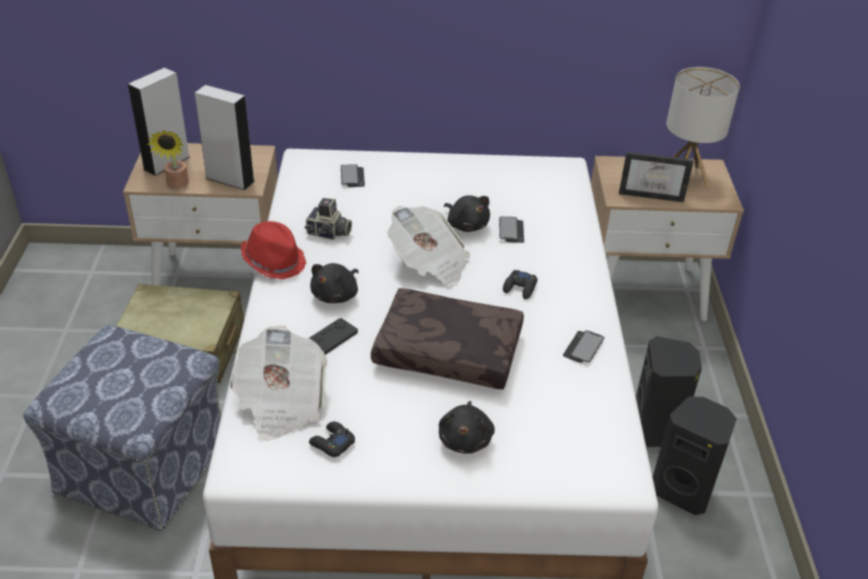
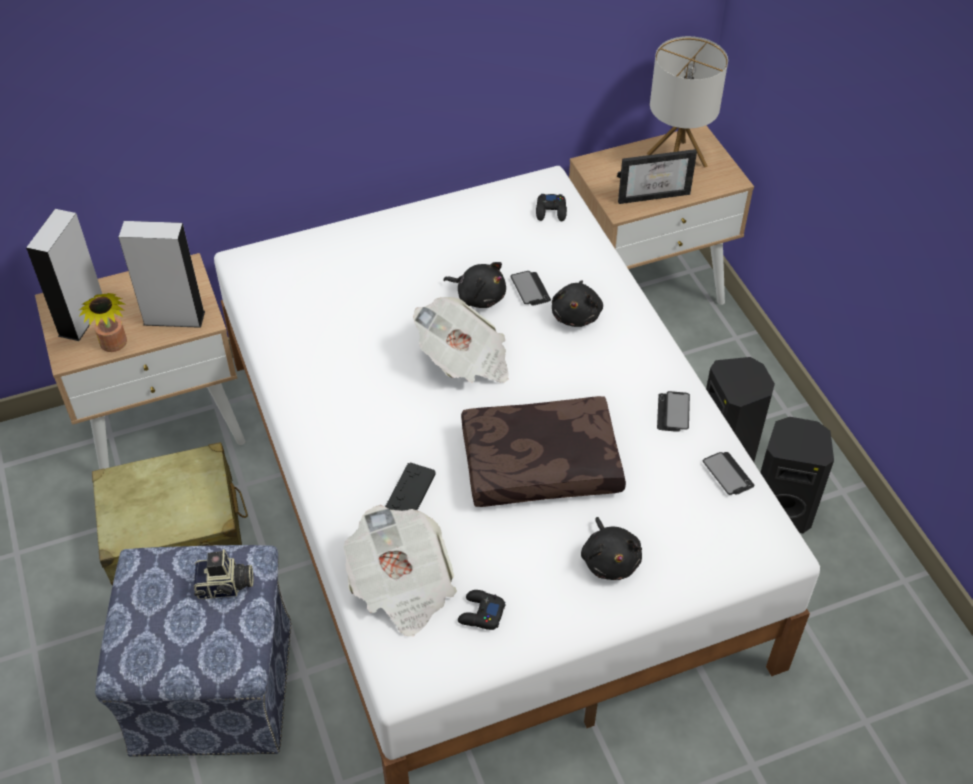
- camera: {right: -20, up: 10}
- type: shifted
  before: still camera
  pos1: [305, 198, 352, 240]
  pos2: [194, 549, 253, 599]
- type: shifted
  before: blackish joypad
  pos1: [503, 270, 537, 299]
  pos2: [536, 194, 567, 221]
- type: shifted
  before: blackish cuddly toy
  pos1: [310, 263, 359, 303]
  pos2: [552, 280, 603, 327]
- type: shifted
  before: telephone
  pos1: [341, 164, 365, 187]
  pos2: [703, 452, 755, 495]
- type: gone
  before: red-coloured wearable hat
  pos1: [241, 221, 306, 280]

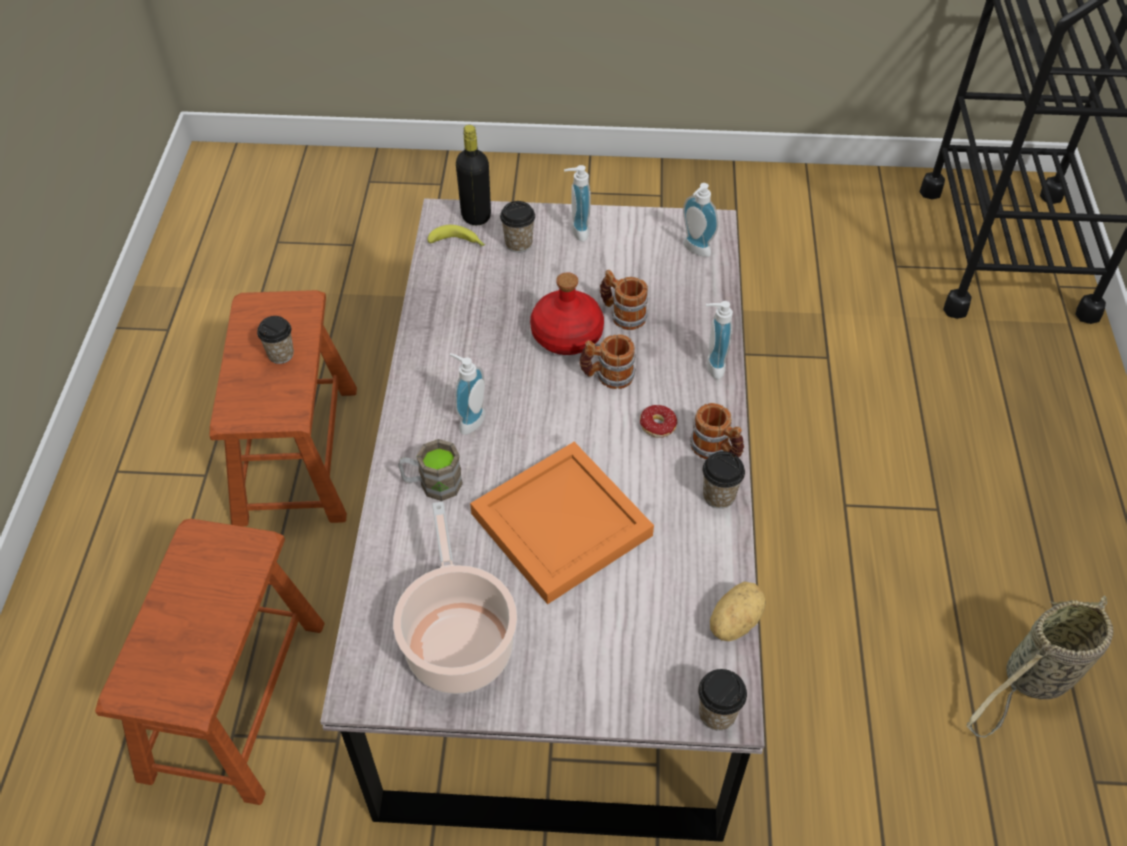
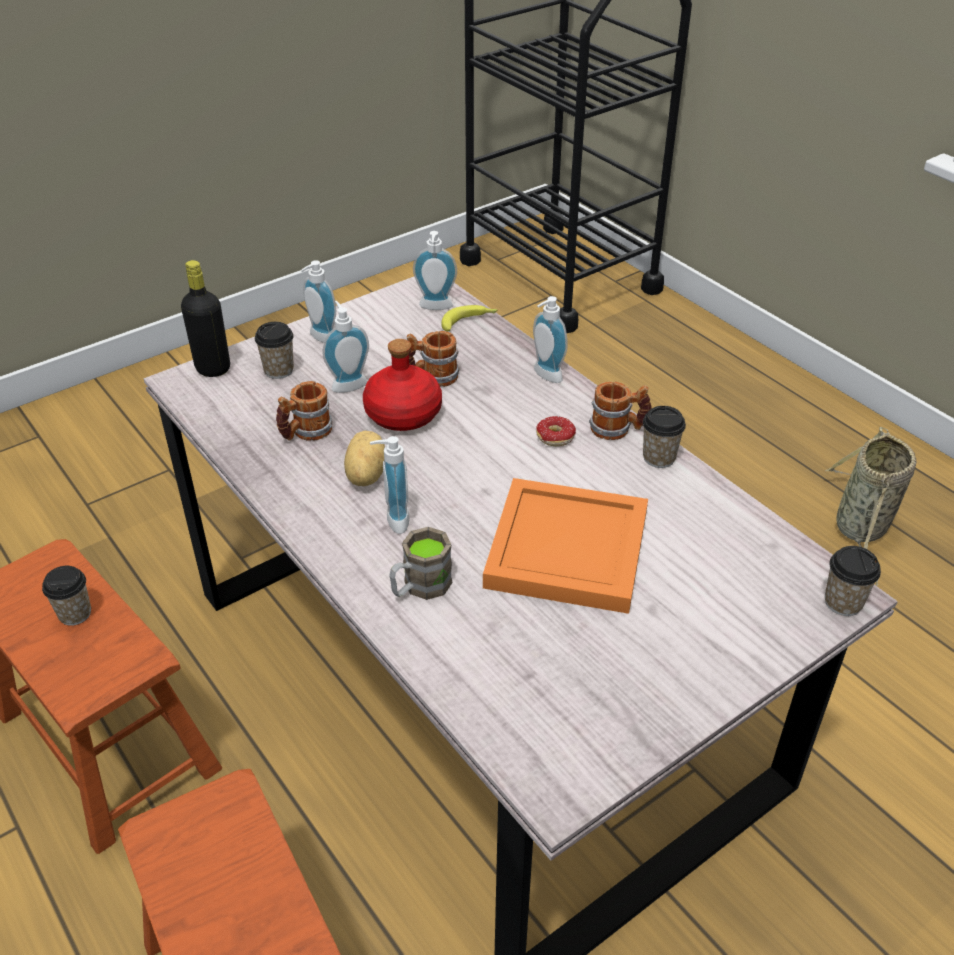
- camera: {right: -40, up: -10}
- type: shifted
  before: tea mug
  pos1: [580, 334, 636, 389]
  pos2: [276, 381, 332, 441]
- type: new
  after: soap bottle
  pos2: [322, 301, 369, 393]
- type: shifted
  before: spud
  pos1: [710, 582, 766, 641]
  pos2: [344, 431, 385, 486]
- type: shifted
  before: banana
  pos1: [427, 225, 485, 246]
  pos2: [441, 305, 498, 332]
- type: gone
  before: stockpot
  pos1: [393, 501, 517, 694]

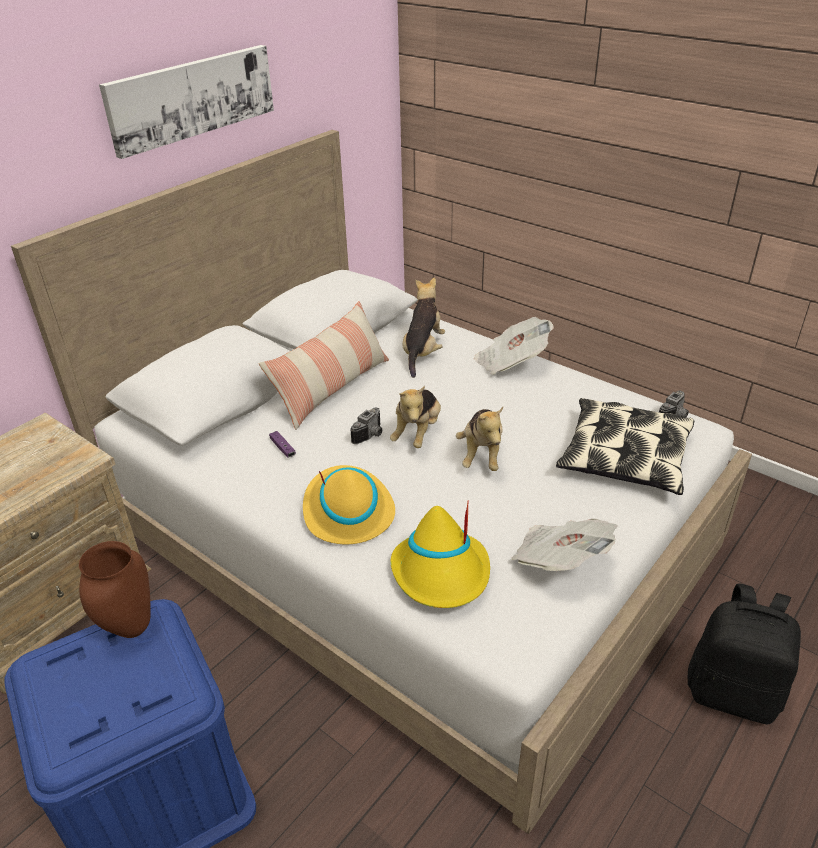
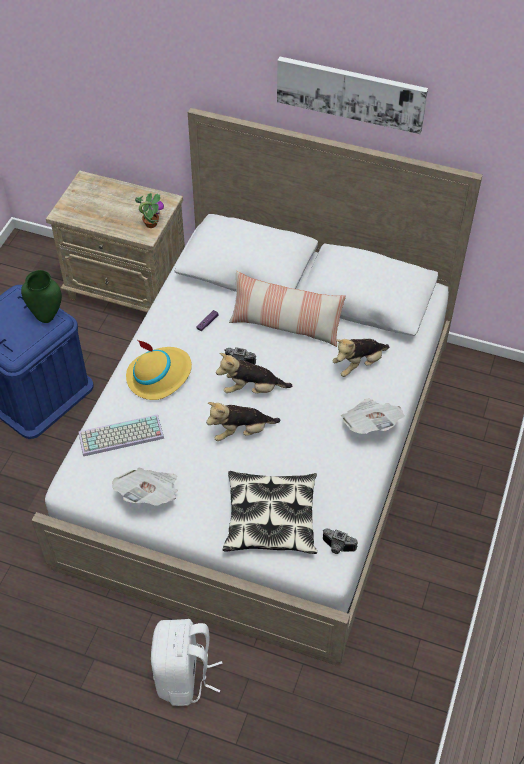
- camera: {right: 70, up: 15}
- type: repainted
  before: brownish flower vase
  after: green-coloured flower vase
  pos1: [79, 541, 151, 638]
  pos2: [21, 270, 62, 323]
- type: swapped
  before: yellow wearable hat
  after: keyboard
  pos1: [391, 500, 490, 608]
  pos2: [79, 414, 164, 456]
- type: new
  after: potted plant
  pos2: [135, 193, 164, 228]
- type: repainted
  before: blackish backpack
  after: white backpack
  pos1: [688, 583, 801, 724]
  pos2: [151, 619, 223, 706]
- type: rotated
  before: cuddly toy
  pos1: [402, 278, 445, 378]
  pos2: [333, 339, 389, 377]
  turn: 150

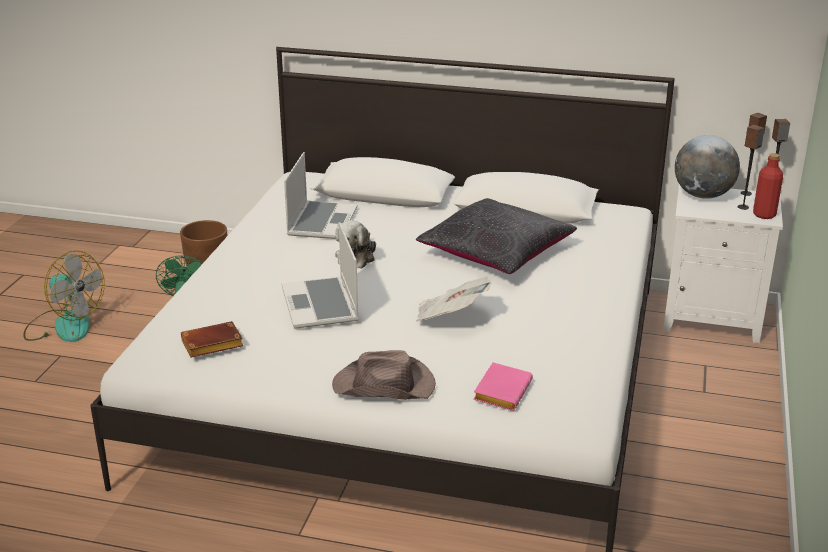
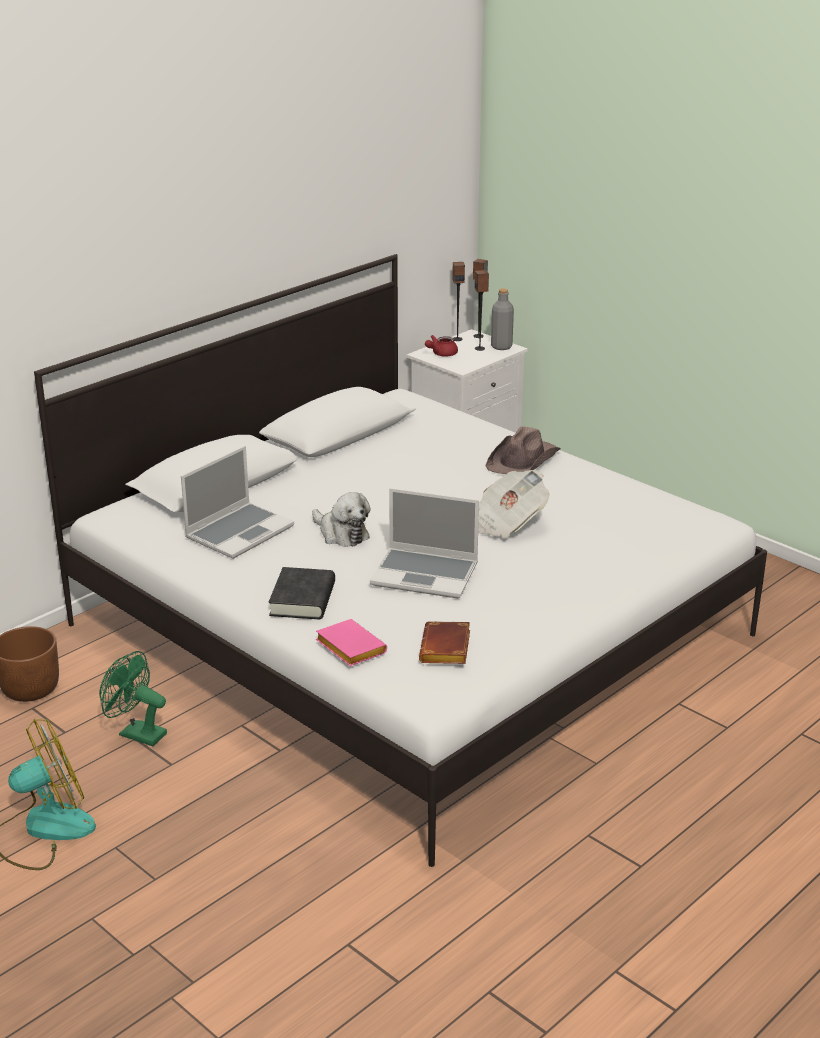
- camera: {right: -60, up: 0}
- type: rotated
  before: notebook computer
  pos1: [284, 152, 358, 239]
  pos2: [181, 446, 294, 559]
  turn: 90
- type: new
  after: blackish bound book
  pos2: [269, 567, 335, 619]
- type: shifted
  before: pink-coloured bound book
  pos1: [473, 362, 533, 411]
  pos2: [316, 619, 387, 666]
- type: swapped
  before: globe
  after: red-coloured tea pot
  pos1: [675, 135, 740, 199]
  pos2: [425, 335, 458, 357]
- type: shifted
  before: brownish wearable hat
  pos1: [332, 350, 436, 400]
  pos2: [485, 426, 561, 474]
- type: repainted
  before: red-coloured bottle
  after: greyish bottle
  pos1: [753, 153, 783, 219]
  pos2: [491, 288, 514, 350]
- type: gone
  before: blackish throw pillow
  pos1: [416, 198, 577, 274]

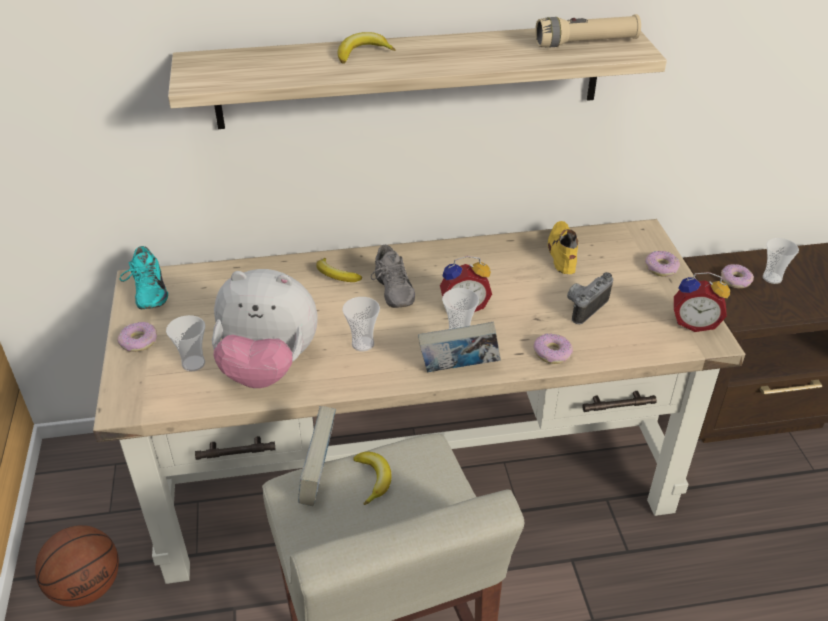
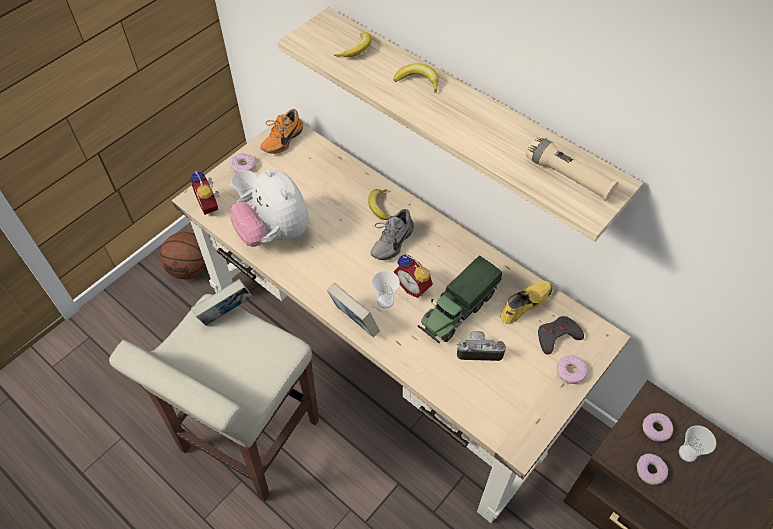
- camera: {right: 50, up: 15}
- type: shifted
  before: bedside clock
  pos1: [674, 272, 730, 332]
  pos2: [190, 171, 220, 215]
- type: repainted
  before: turquoise shoe
  after: orange shoe
  pos1: [120, 246, 168, 309]
  pos2: [260, 109, 303, 154]
- type: shifted
  before: banana
  pos1: [353, 452, 392, 505]
  pos2: [334, 32, 371, 57]
- type: new
  after: toy lorry
  pos2: [418, 256, 502, 343]
- type: new
  after: greyish joypad
  pos2: [538, 316, 584, 355]
- type: shifted
  before: donut
  pos1: [533, 333, 573, 364]
  pos2: [637, 454, 668, 485]
- type: gone
  before: cup
  pos1: [342, 297, 380, 351]

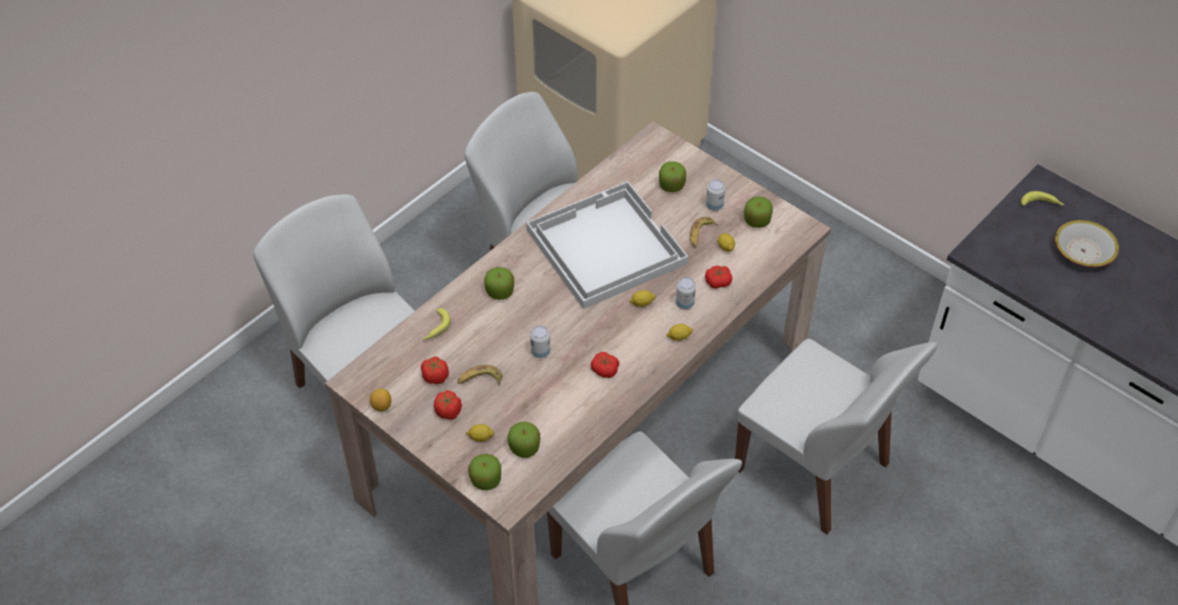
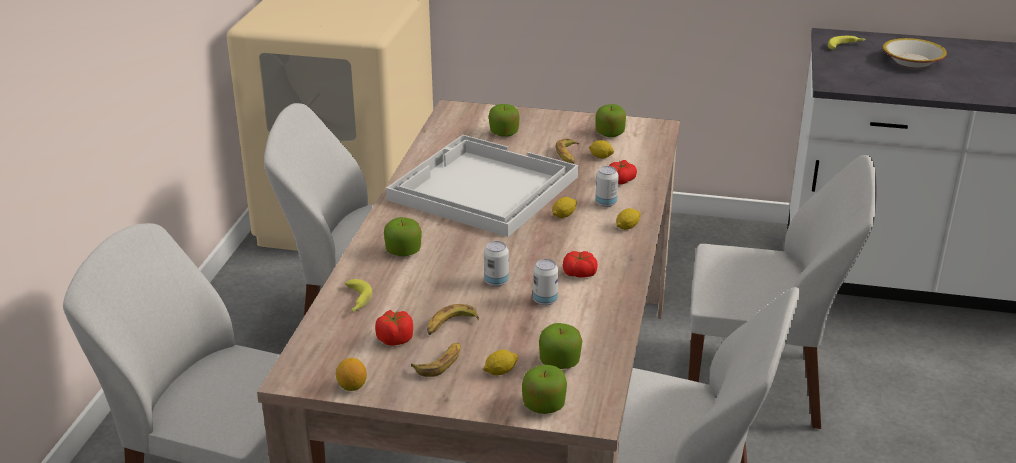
- camera: {right: -30, up: -20}
- type: swapped
  before: whole tomato
  after: banana
  pos1: [434, 390, 462, 420]
  pos2: [411, 343, 461, 377]
- type: shifted
  before: can
  pos1: [706, 179, 725, 211]
  pos2: [533, 259, 559, 306]

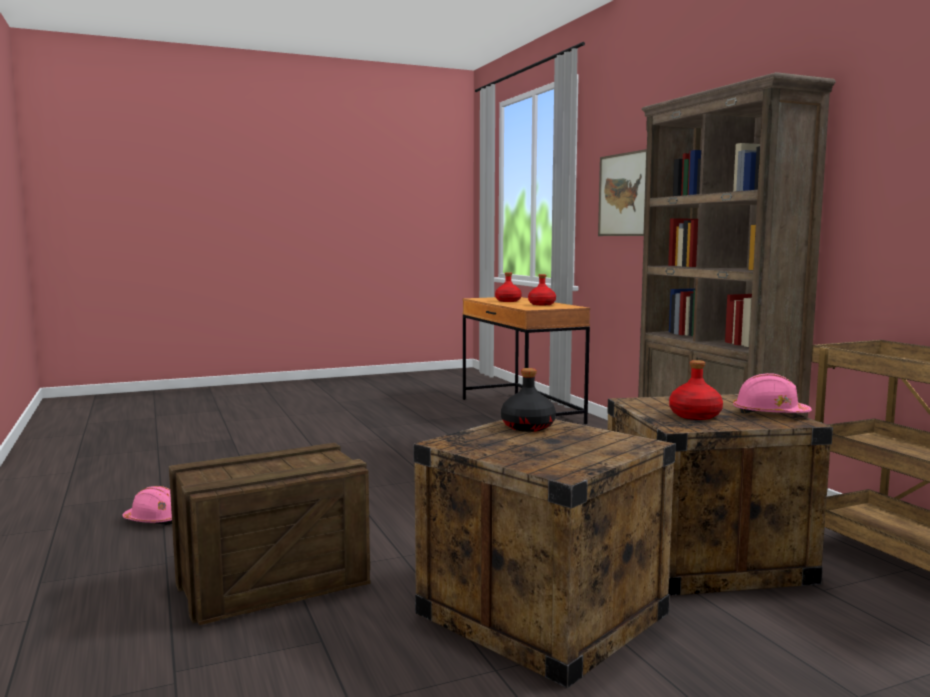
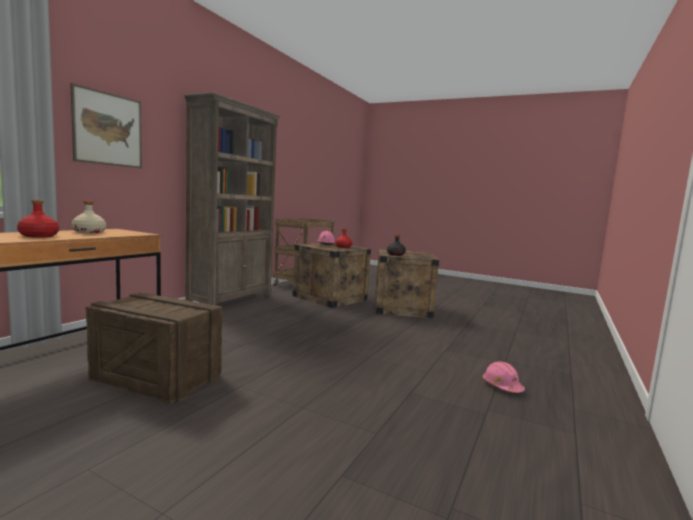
- camera: {right: -130, up: 0}
- type: repainted
  before: red-coloured bottle
  after: sand-coloured bottle
  pos1: [528, 274, 556, 305]
  pos2: [72, 200, 106, 233]
- type: shifted
  before: packing crate
  pos1: [169, 443, 371, 625]
  pos2: [85, 292, 222, 404]

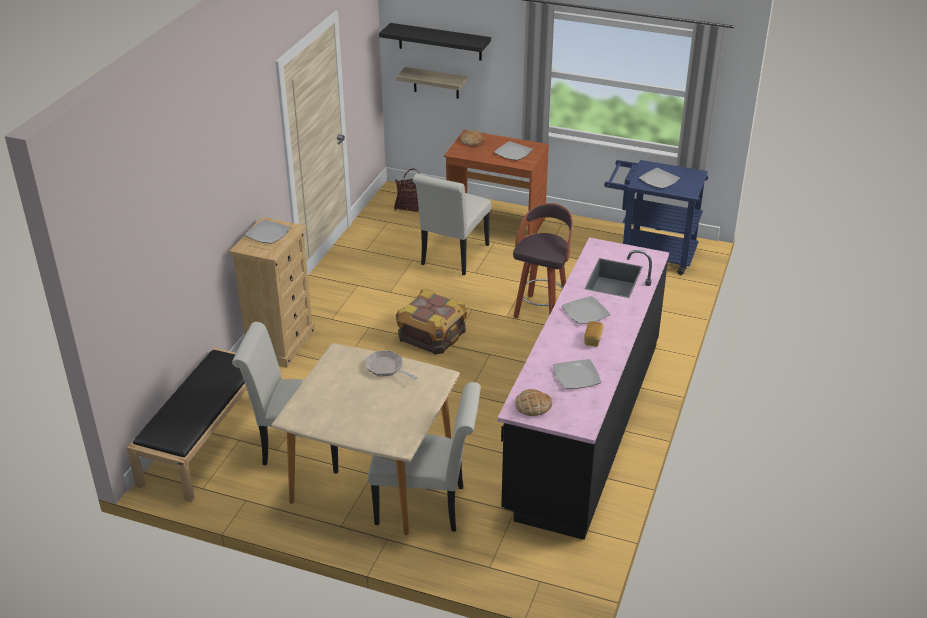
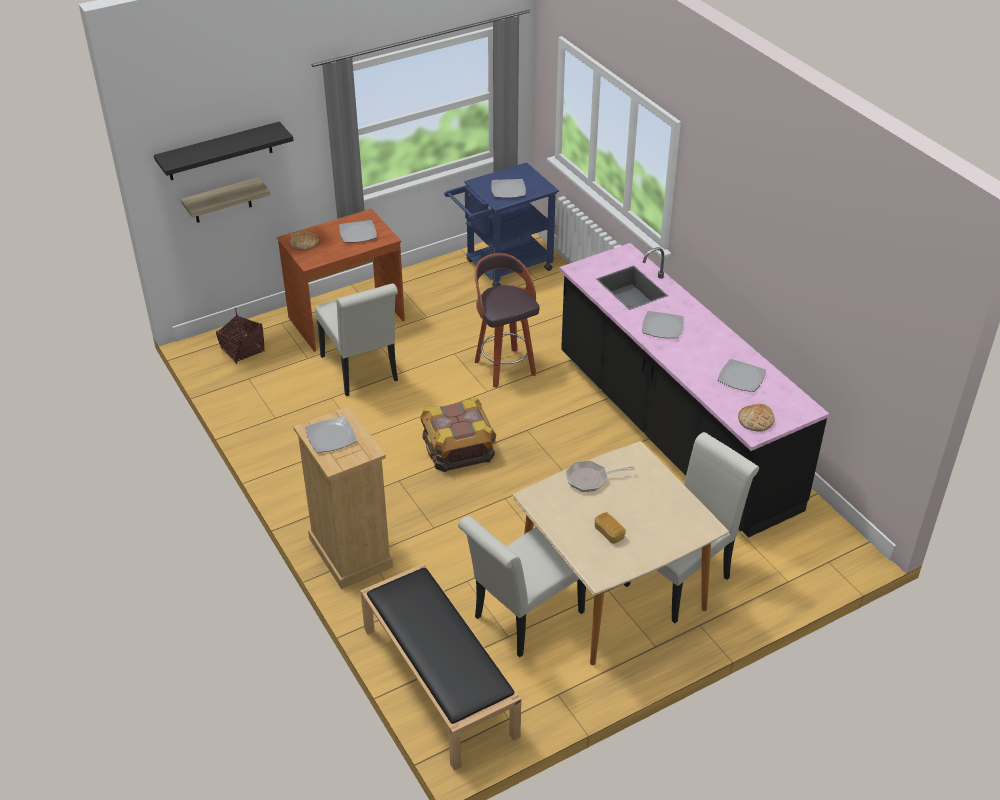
- camera: {right: -50, up: 5}
- type: shifted
  before: baked bread
  pos1: [584, 321, 603, 347]
  pos2: [595, 512, 626, 544]

